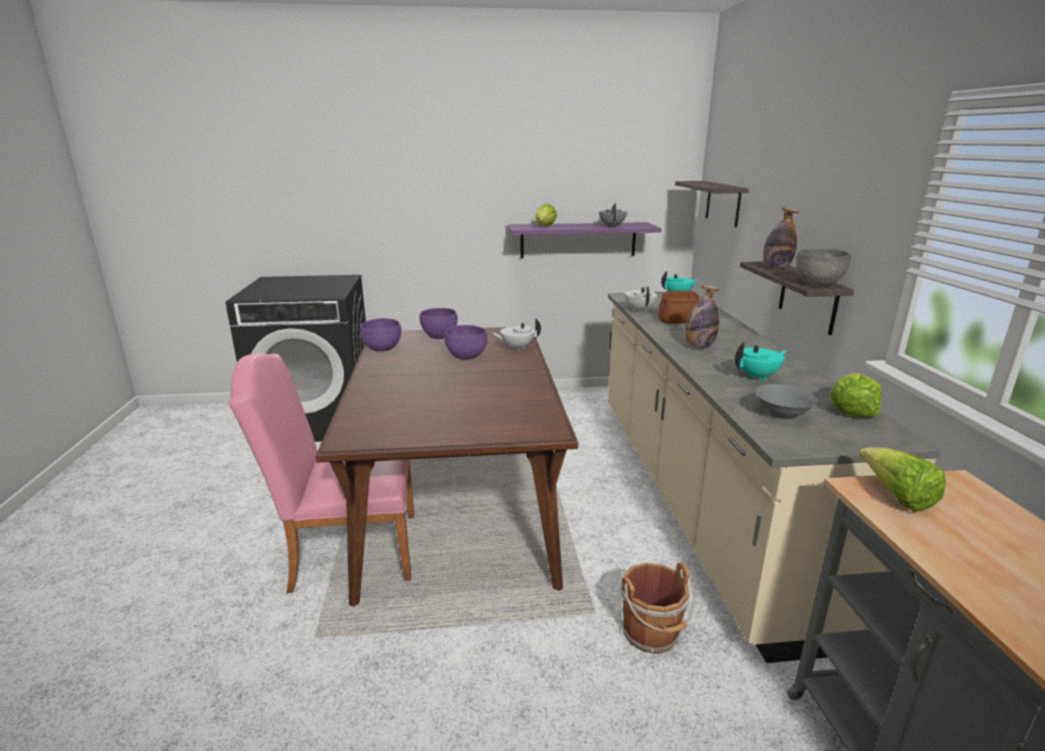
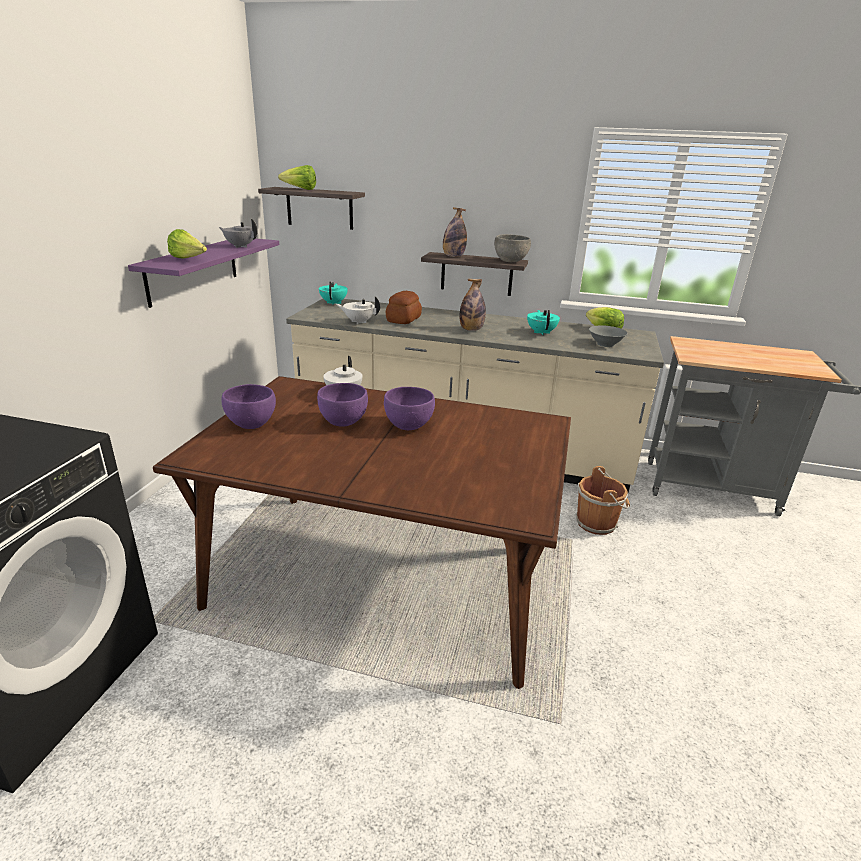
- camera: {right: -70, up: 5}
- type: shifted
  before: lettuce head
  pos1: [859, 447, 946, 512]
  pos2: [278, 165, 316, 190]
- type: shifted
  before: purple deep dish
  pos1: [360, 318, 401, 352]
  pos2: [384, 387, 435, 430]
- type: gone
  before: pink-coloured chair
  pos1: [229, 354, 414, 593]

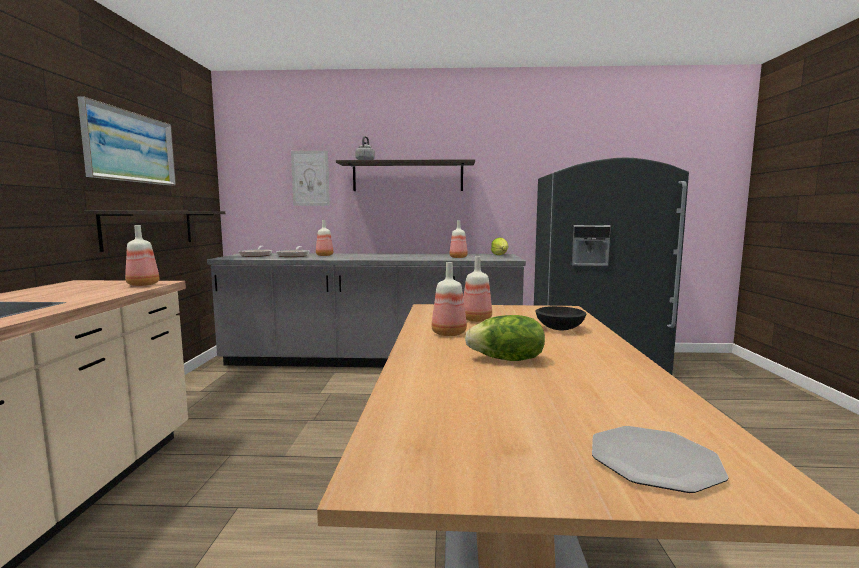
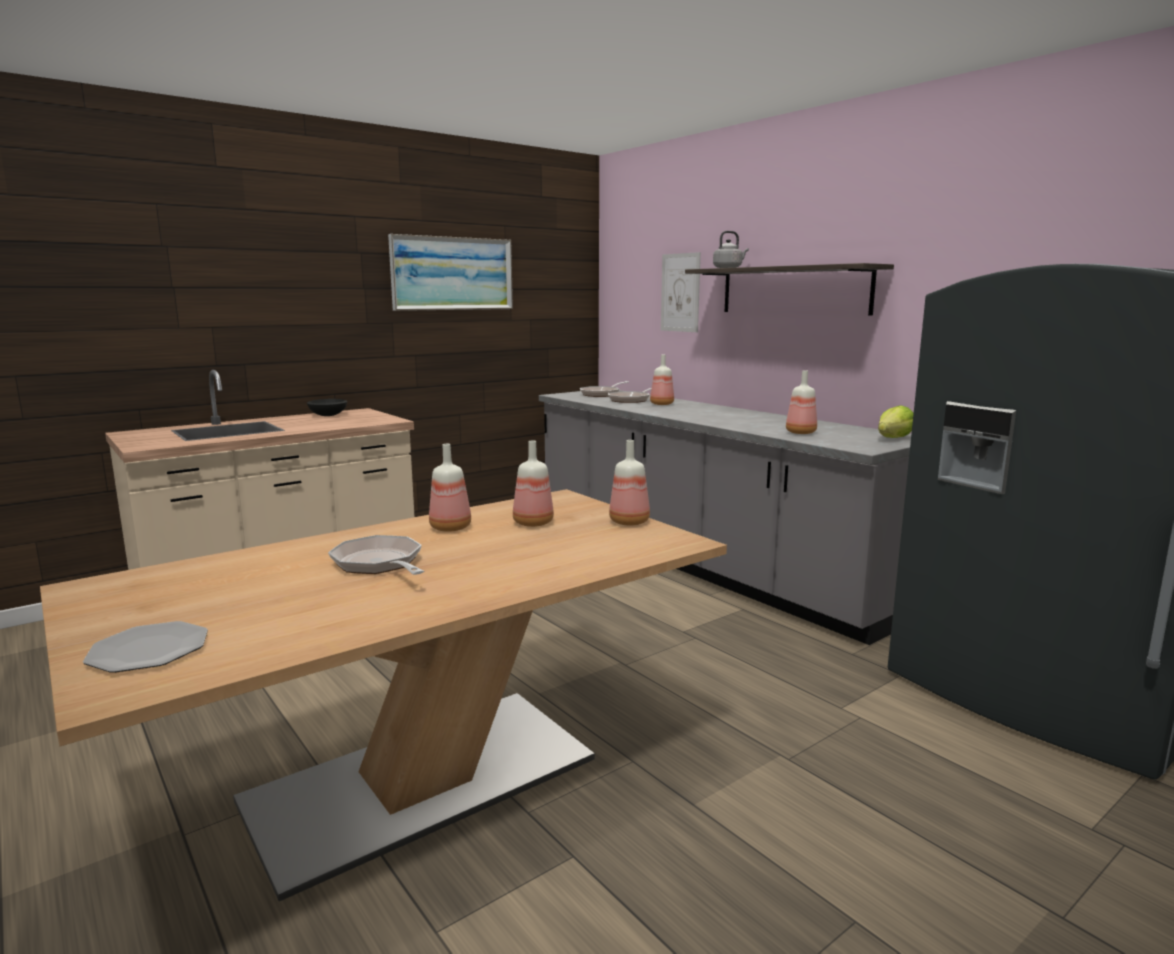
- camera: {right: 50, up: 5}
- type: shifted
  before: blackish deep dish
  pos1: [535, 306, 587, 330]
  pos2: [307, 399, 347, 416]
- type: swapped
  before: lettuce head
  after: frying pan
  pos1: [465, 315, 545, 361]
  pos2: [328, 535, 424, 575]
- type: shifted
  before: bottle
  pos1: [125, 225, 160, 286]
  pos2: [609, 440, 650, 526]
- type: gone
  before: wall shelf
  pos1: [84, 210, 225, 252]

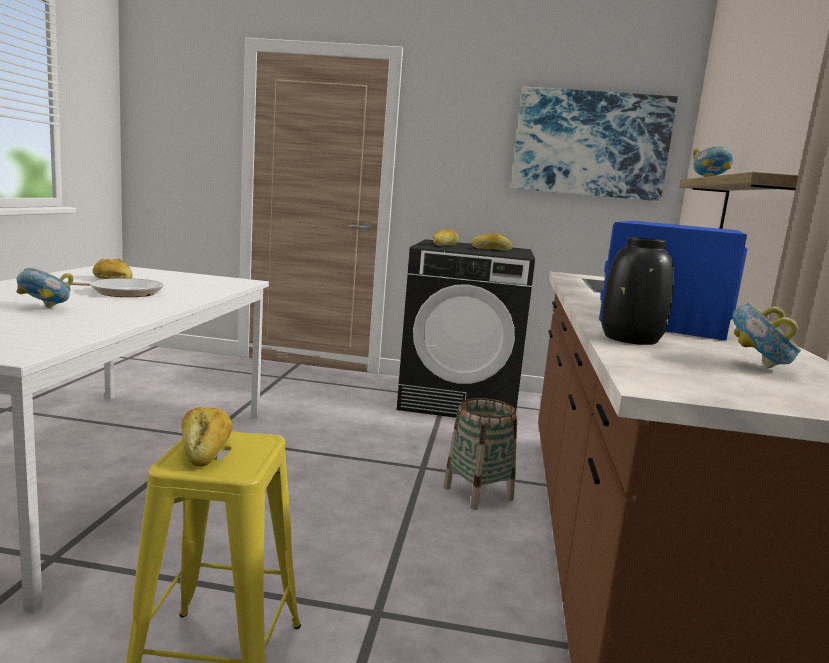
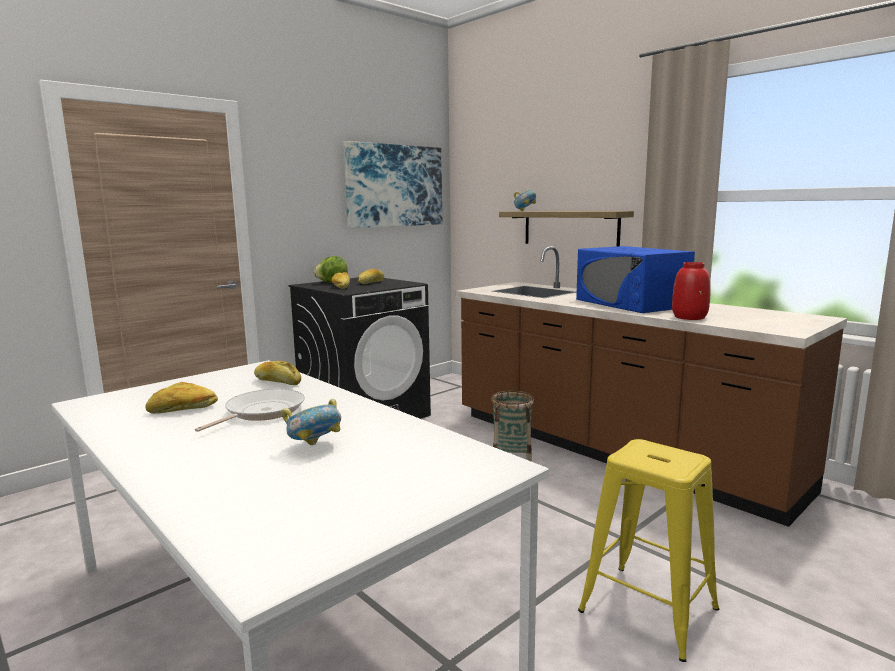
- camera: {right: -50, up: 0}
- type: shifted
  before: baked bread
  pos1: [181, 407, 233, 467]
  pos2: [254, 361, 301, 385]
- type: new
  after: lettuce head
  pos2: [314, 256, 348, 283]
- type: repainted
  before: blackish flower vase
  after: red-coloured flower vase
  pos1: [601, 237, 674, 345]
  pos2: [672, 262, 711, 320]
- type: gone
  before: deep dish
  pos1: [733, 302, 801, 368]

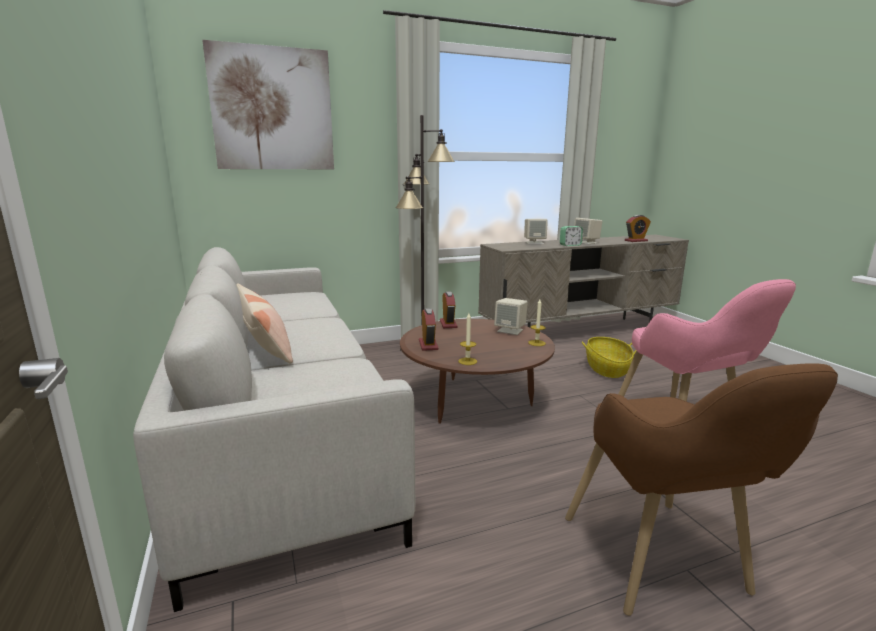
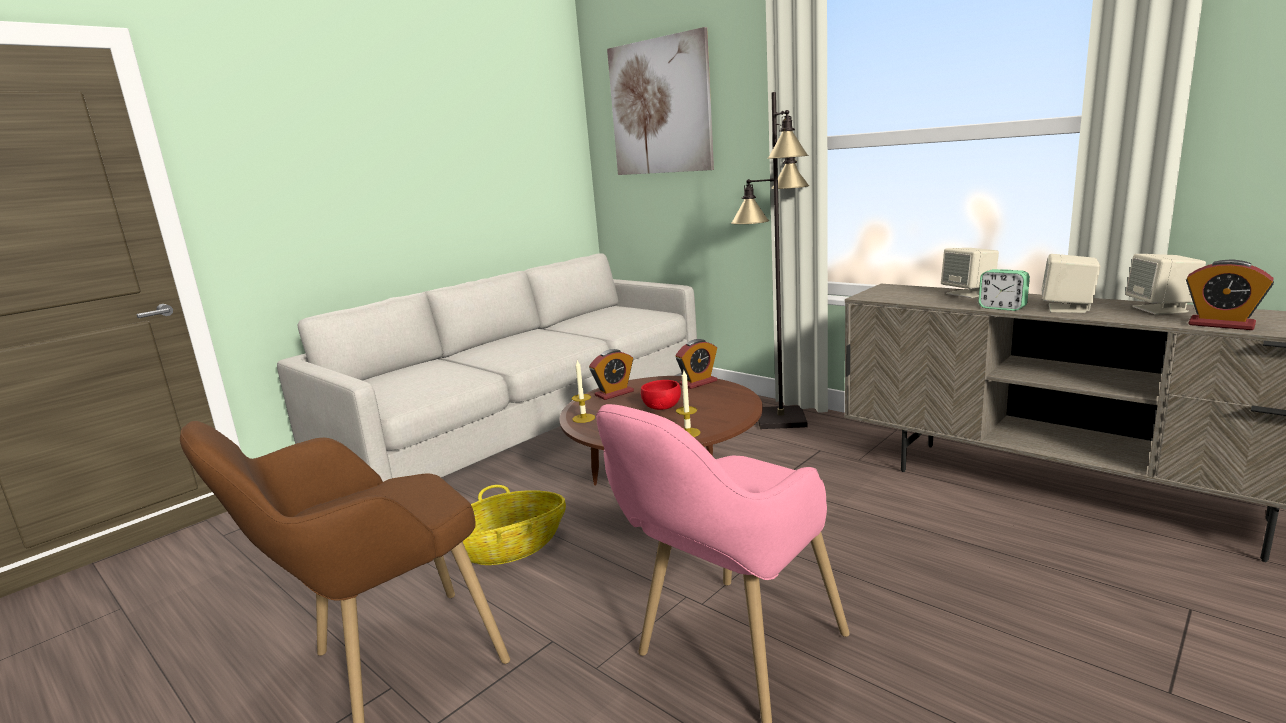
- camera: {right: 65, up: 0}
- type: shifted
  before: basket
  pos1: [582, 337, 636, 378]
  pos2: [463, 485, 566, 565]
- type: new
  after: red-coloured deep dish
  pos2: [641, 380, 681, 410]
- type: shifted
  before: sand-coloured loudspeaker
  pos1: [494, 298, 528, 335]
  pos2: [1125, 254, 1206, 315]
- type: gone
  before: throw pillow
  pos1: [236, 283, 293, 363]

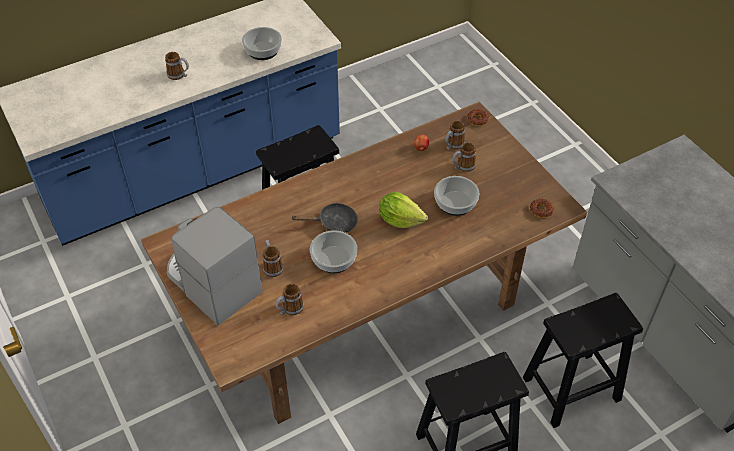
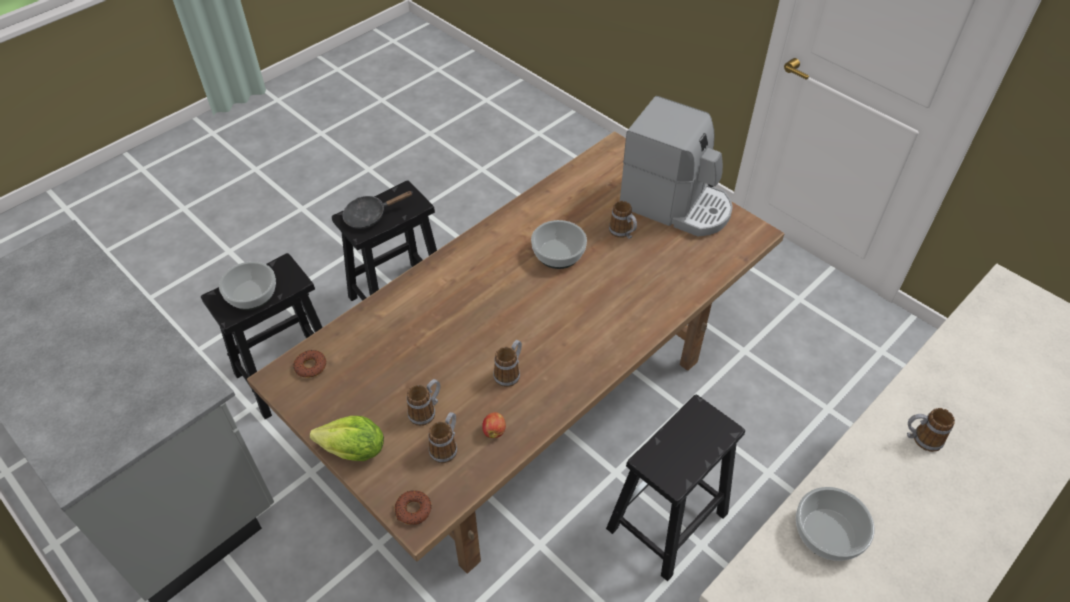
- camera: {right: 165, up: 0}
- type: shifted
  before: deep dish
  pos1: [434, 176, 479, 216]
  pos2: [219, 261, 276, 310]
- type: shifted
  before: lettuce head
  pos1: [379, 192, 428, 228]
  pos2: [310, 416, 384, 461]
- type: shifted
  before: blackish frying pan
  pos1: [292, 203, 358, 233]
  pos2: [343, 191, 413, 229]
- type: shifted
  before: tea mug
  pos1: [275, 284, 304, 315]
  pos2: [493, 340, 522, 387]

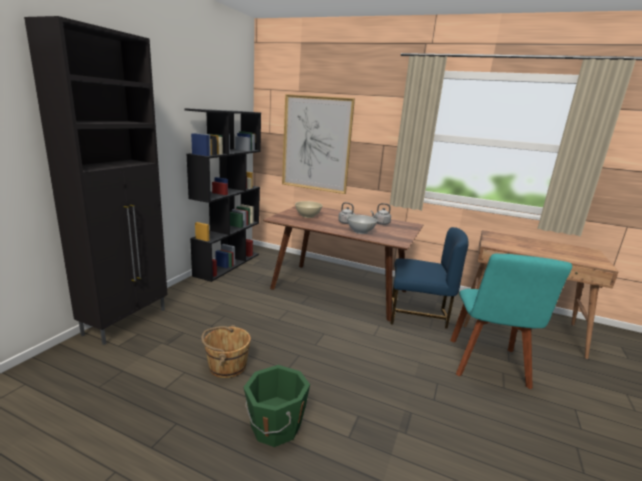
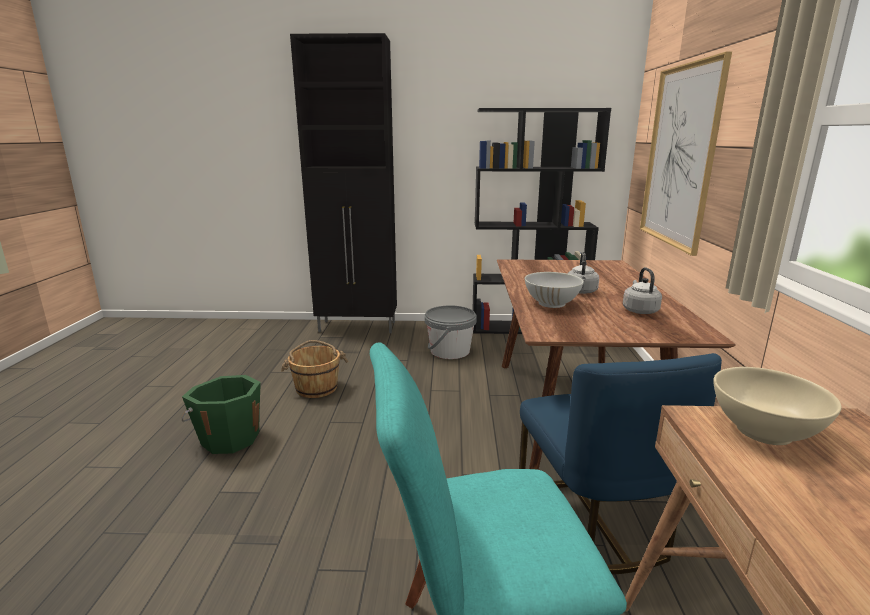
- camera: {right: 70, up: 0}
- type: new
  after: greyish water bucket
  pos2: [424, 305, 477, 359]
- type: shifted
  before: sand-coloured deep dish
  pos1: [295, 201, 323, 218]
  pos2: [714, 367, 842, 445]

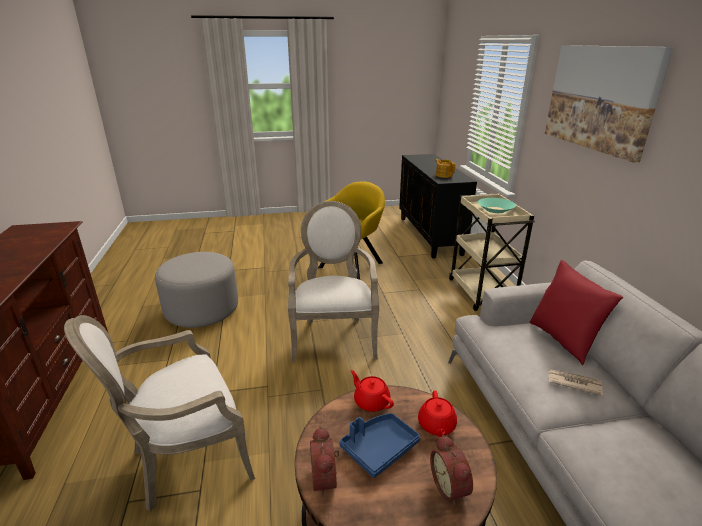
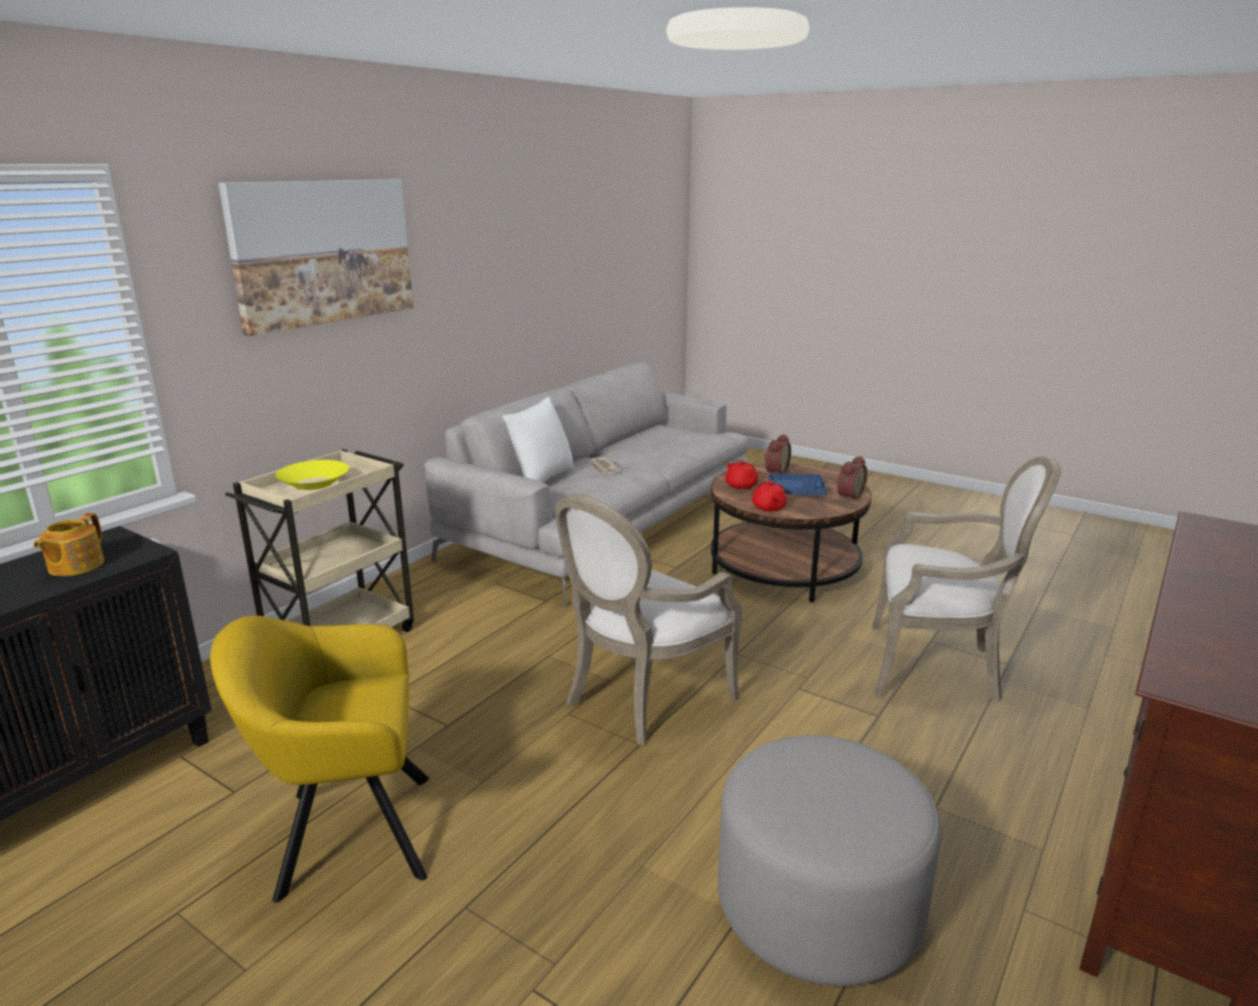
- camera: {right: -135, up: -5}
- type: repainted
  before: turquoise deep dish
  after: yellow deep dish
  pos1: [478, 198, 516, 213]
  pos2: [275, 460, 349, 490]
- type: repainted
  before: red-coloured throw pillow
  after: white throw pillow
  pos1: [530, 260, 623, 365]
  pos2: [502, 397, 574, 483]
- type: rotated
  before: red-coloured tea pot
  pos1: [418, 391, 457, 437]
  pos2: [725, 461, 759, 489]
  turn: 105

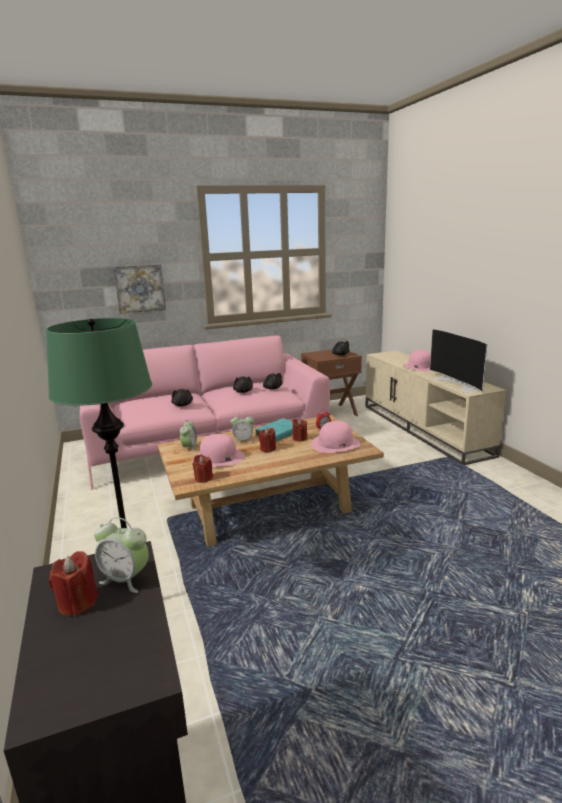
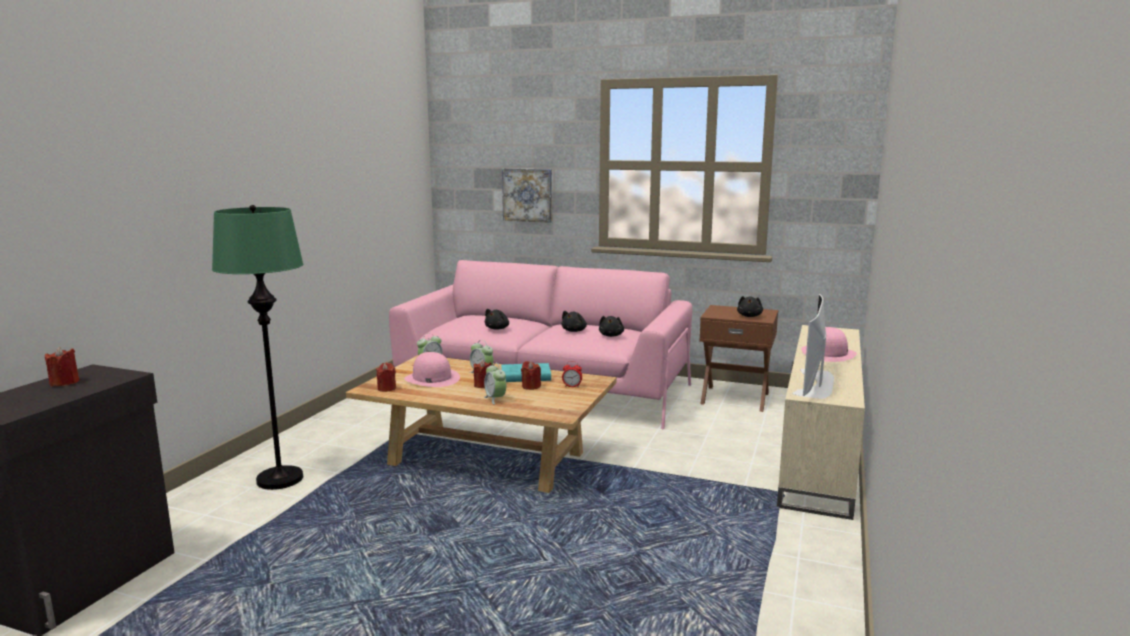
- camera: {right: 40, up: -5}
- type: shifted
  before: bedside clock
  pos1: [94, 517, 149, 593]
  pos2: [484, 363, 506, 404]
- type: gone
  before: pink-coloured wearable hat
  pos1: [311, 421, 361, 453]

